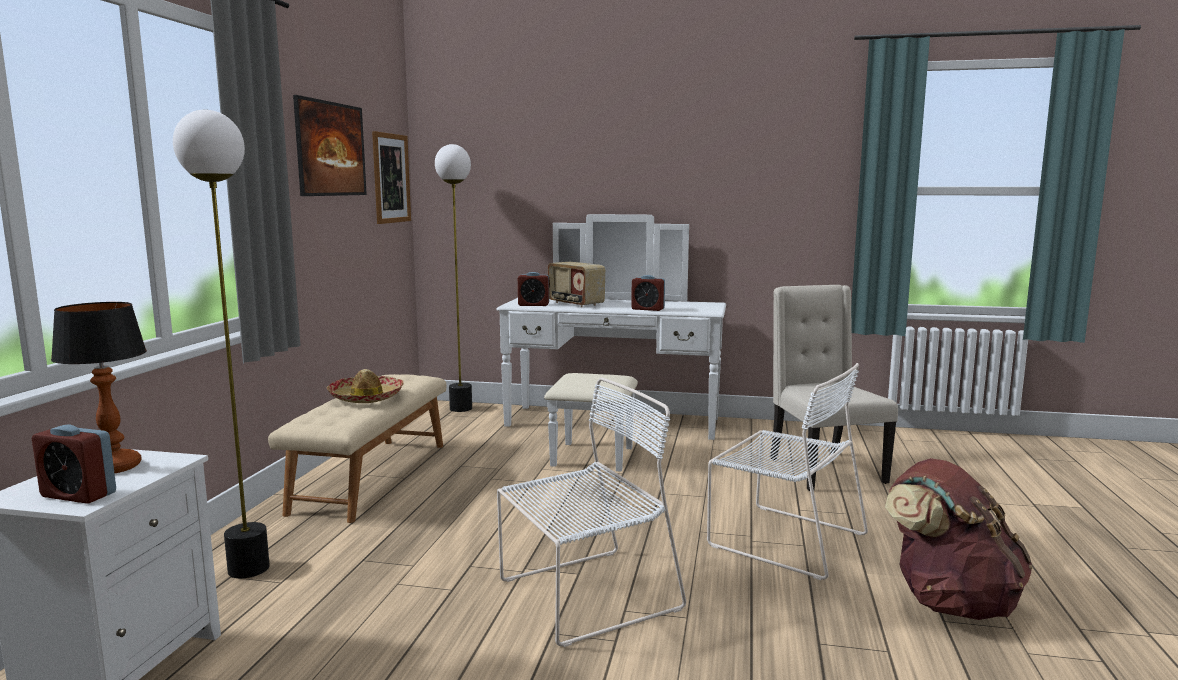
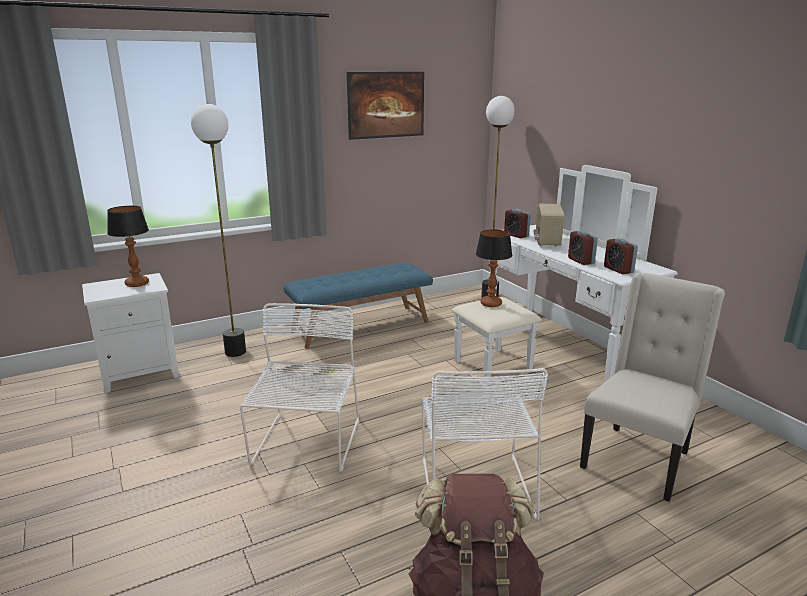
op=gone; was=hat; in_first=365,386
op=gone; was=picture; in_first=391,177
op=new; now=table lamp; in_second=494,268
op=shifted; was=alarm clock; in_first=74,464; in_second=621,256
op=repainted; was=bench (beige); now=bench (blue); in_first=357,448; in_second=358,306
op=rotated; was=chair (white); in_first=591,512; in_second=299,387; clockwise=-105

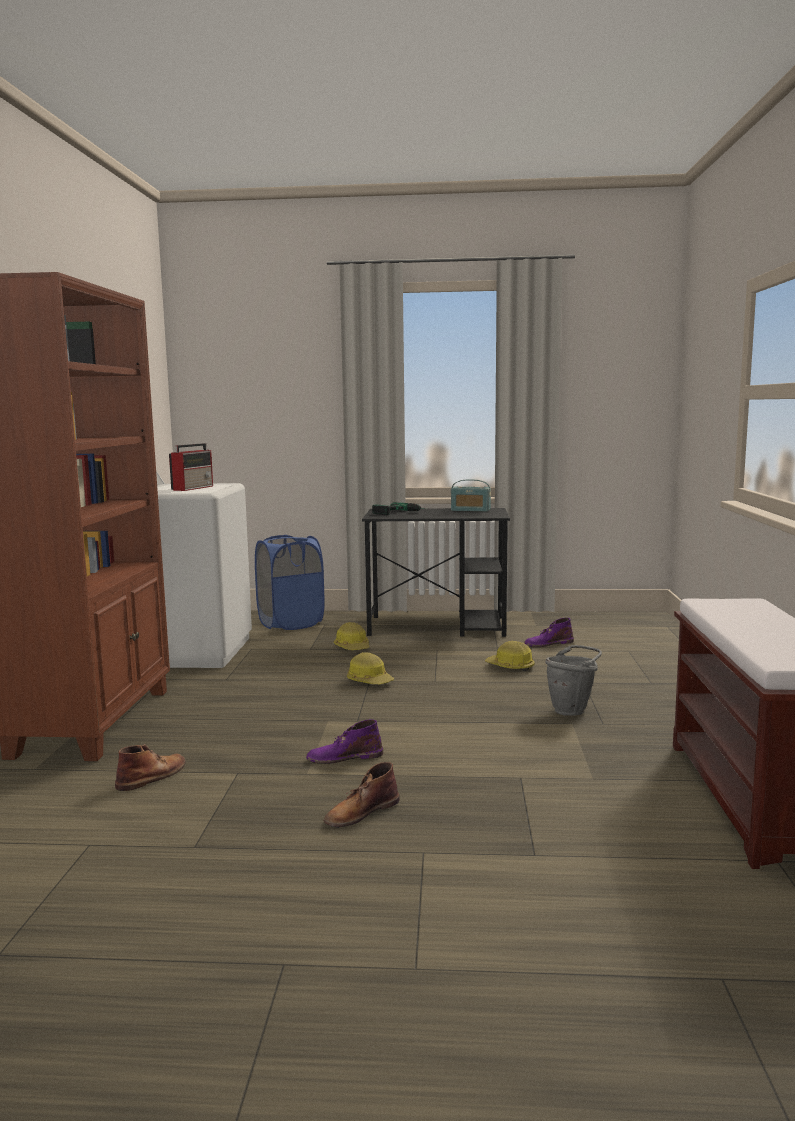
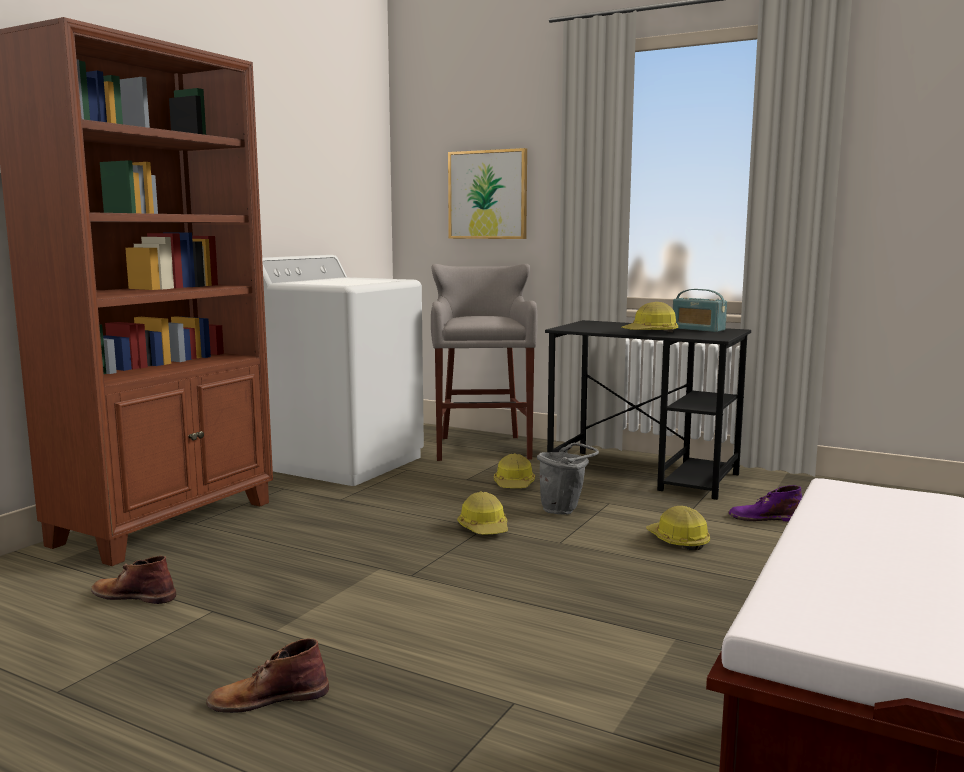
op=gone; was=radio; in_first=191,467
op=gone; was=boot (purple); in_first=344,741
op=gone; was=power drill; in_first=399,508
op=new; now=picture; in_second=487,193
op=new; now=hard hat; in_second=650,317
op=shifted; was=bucket (grey); in_first=574,680; in_second=568,478
op=swapped; was=laundry basket (blue); now=stool (grey); in_first=290,582; in_second=484,362
op=rotated; was=boot (brown); in_first=150,767; in_second=133,580; clockwise=-135

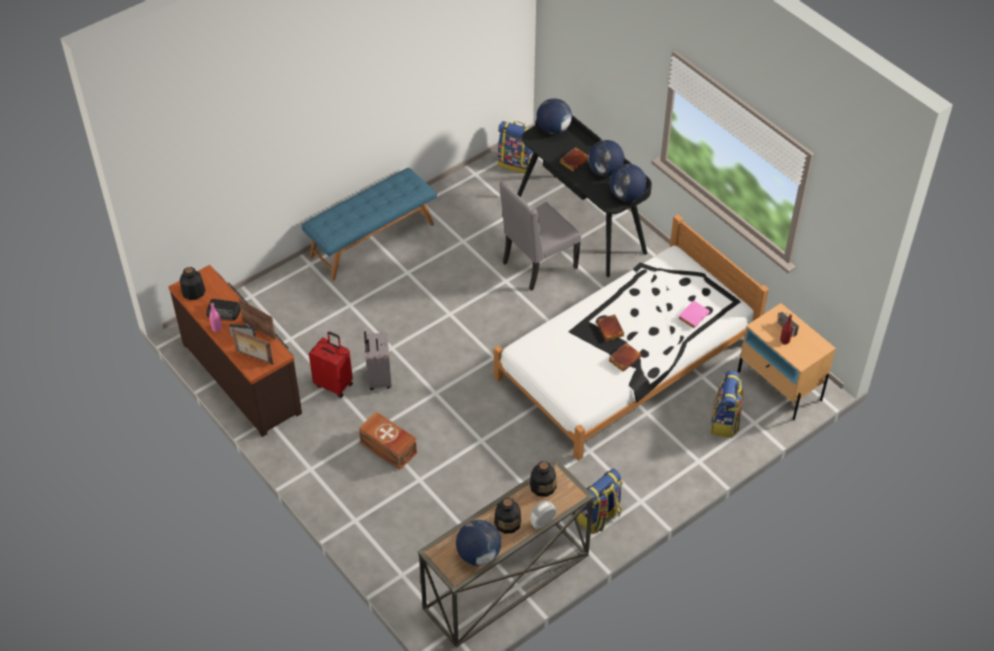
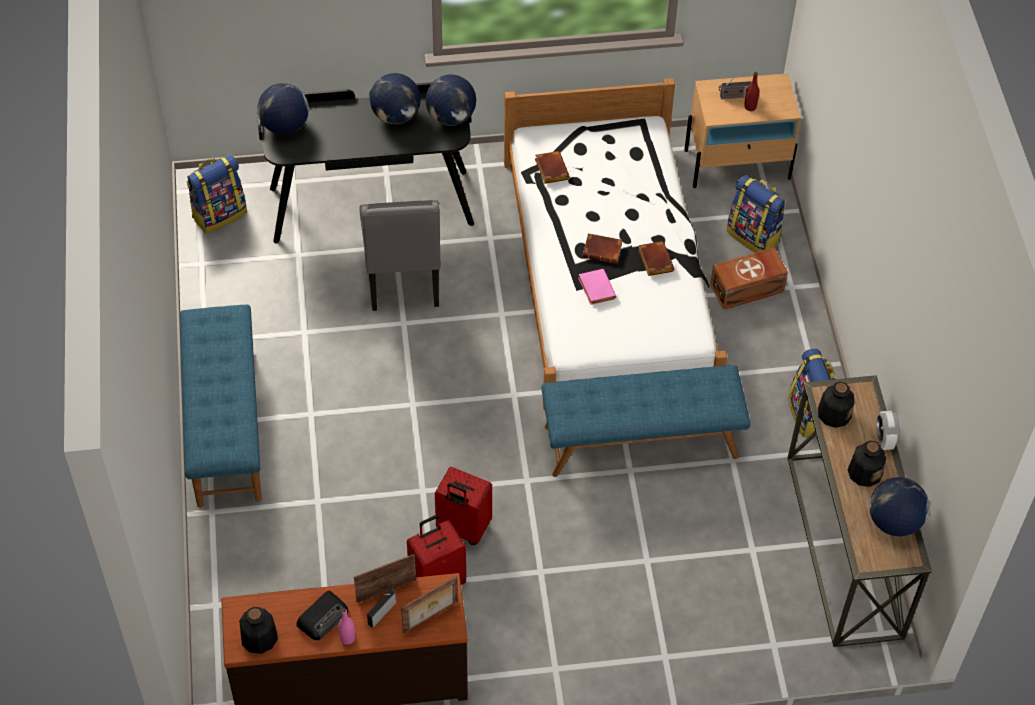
op=new; now=bench (blue); in_second=645,421
op=shifted; was=storage box (brown); in_first=388,441; in_second=749,278
op=shifted; was=book (brown); in_first=573,160; in_second=552,167
op=shifted; was=book (pink); in_first=694,314; in_second=597,287
op=repainted; was=suitcase (grey); now=suitcase (red); in_first=378,360; in_second=463,506

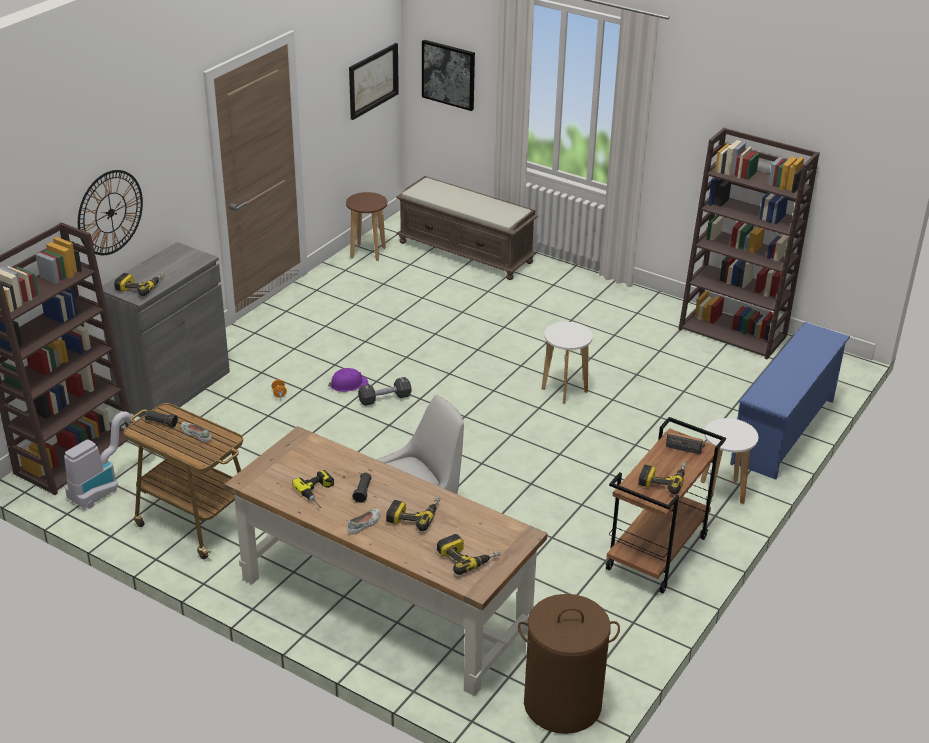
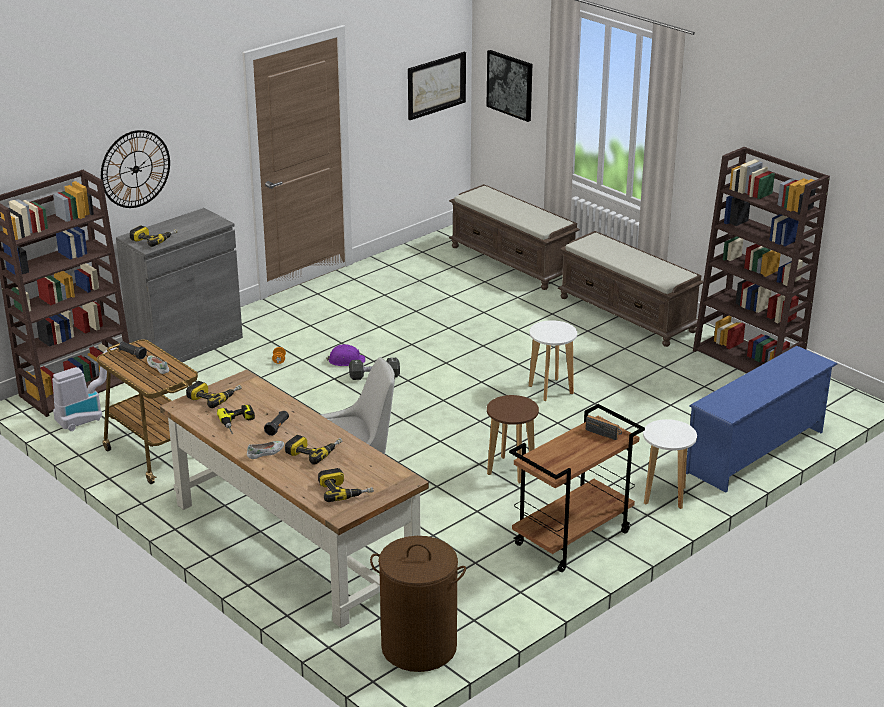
op=new; now=bench (brown); in_second=630,289
op=shifted; was=stool (brown); in_first=366,226; in_second=513,439
op=shifted; was=power drill; in_first=662,478; in_second=214,394

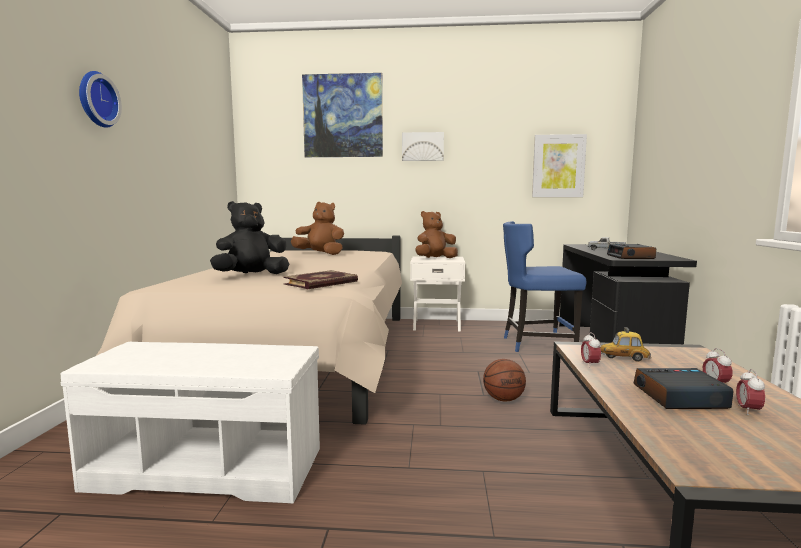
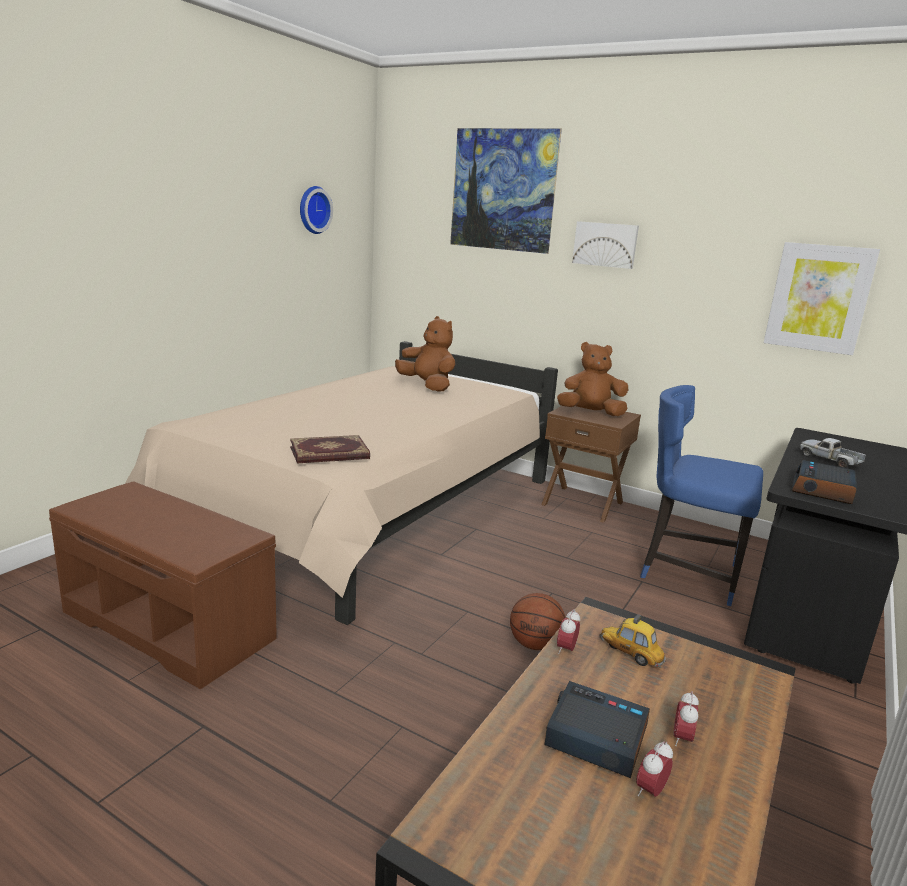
op=gone; was=plush toy (black); in_first=249,237
op=shifted; was=wall clock; in_first=100,99; in_second=316,210
op=repainted; was=bench (white); now=bench (brown); in_first=190,423; in_second=163,585
op=repainted; was=nightstand (white); now=nightstand (brown); in_first=437,294; in_second=591,464

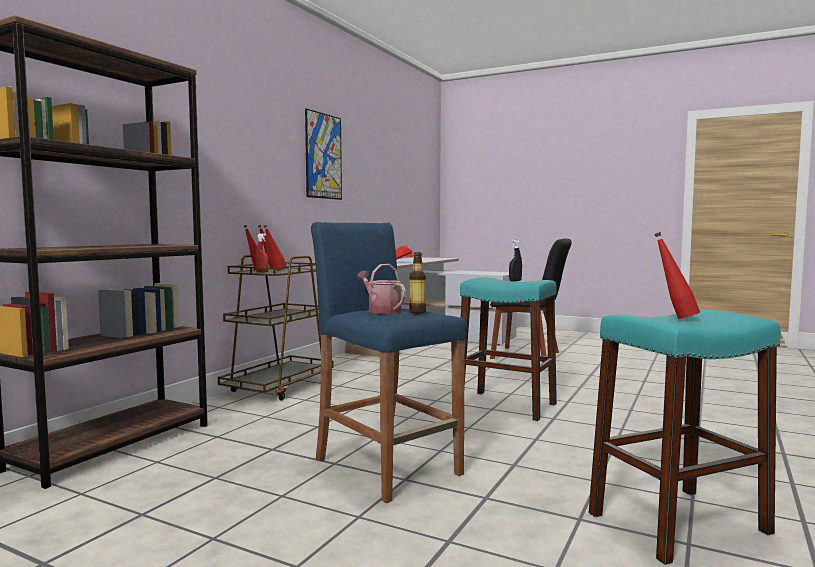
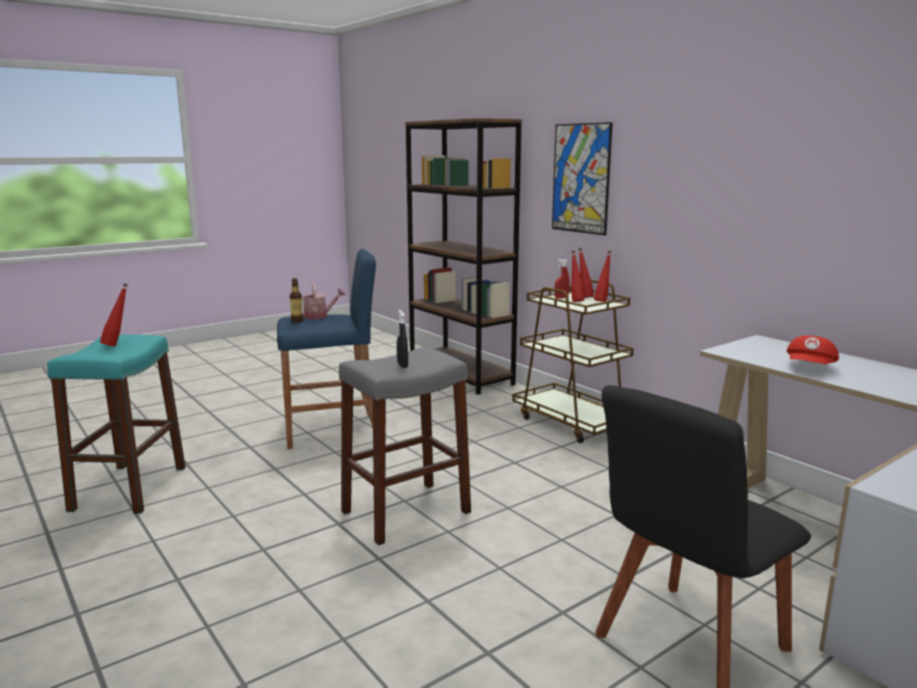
op=shifted; was=picture; in_first=323,154; in_second=582,178
op=repainted; was=stool (turquoise); now=stool (grey); in_first=508,349; in_second=405,446

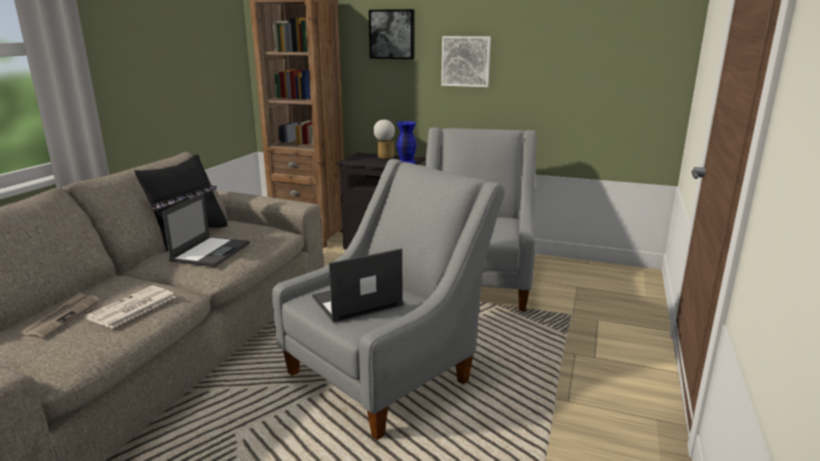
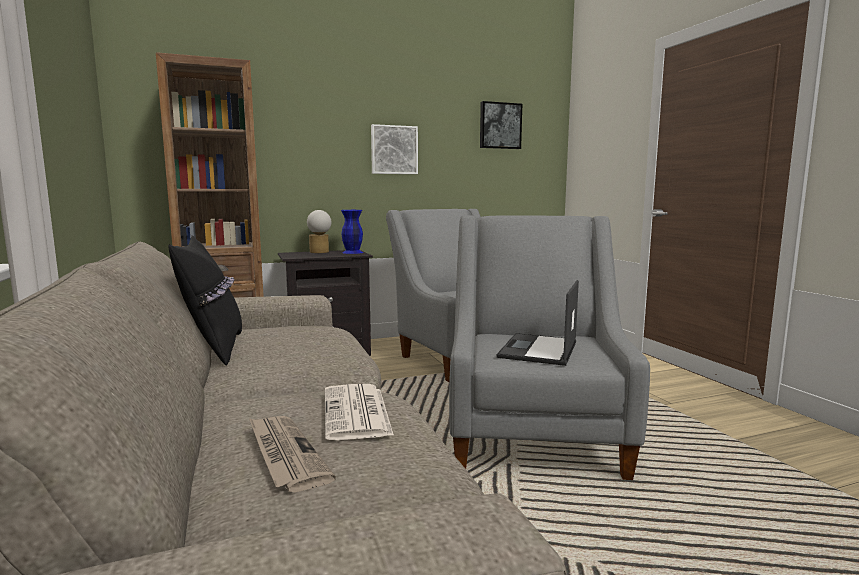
op=gone; was=laptop; in_first=206,230
op=shifted; was=picture; in_first=392,34; in_second=501,125

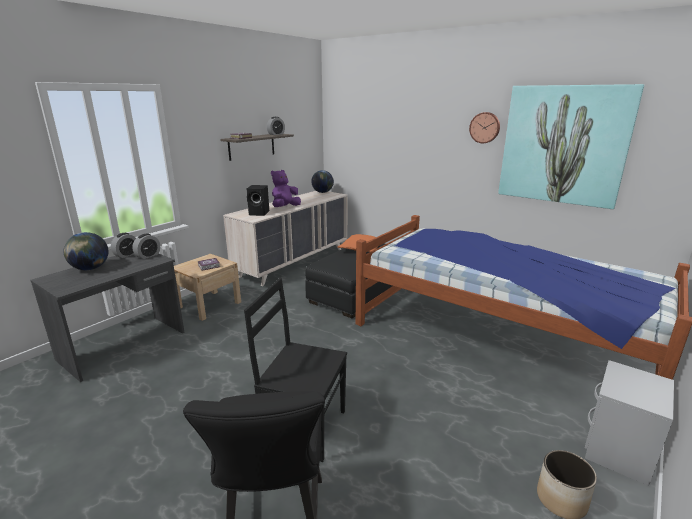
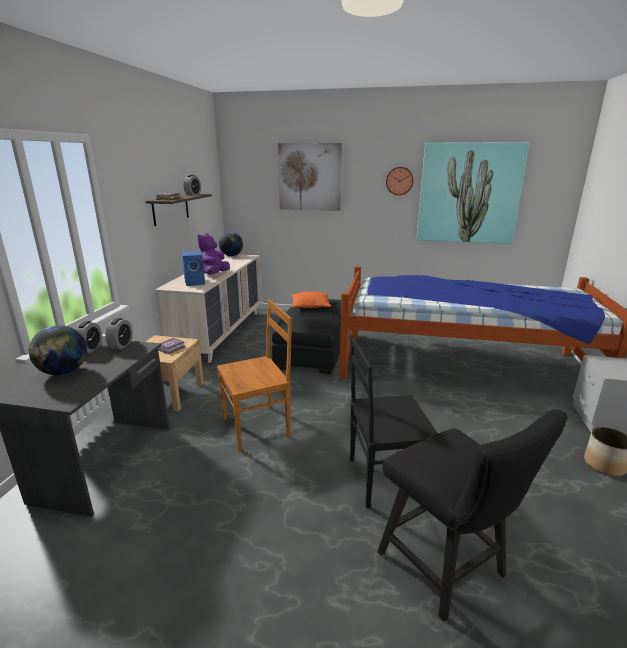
op=new; now=chair (brown); in_second=254,375
op=new; now=picture; in_second=310,177
op=repainted; was=speaker (black); now=speaker (blue); in_first=258,200; in_second=193,268

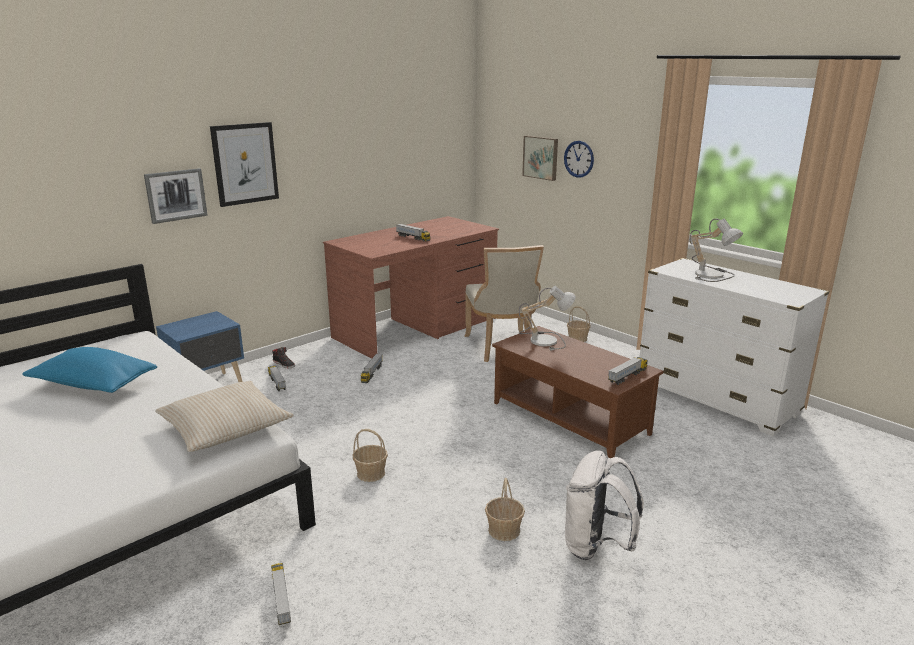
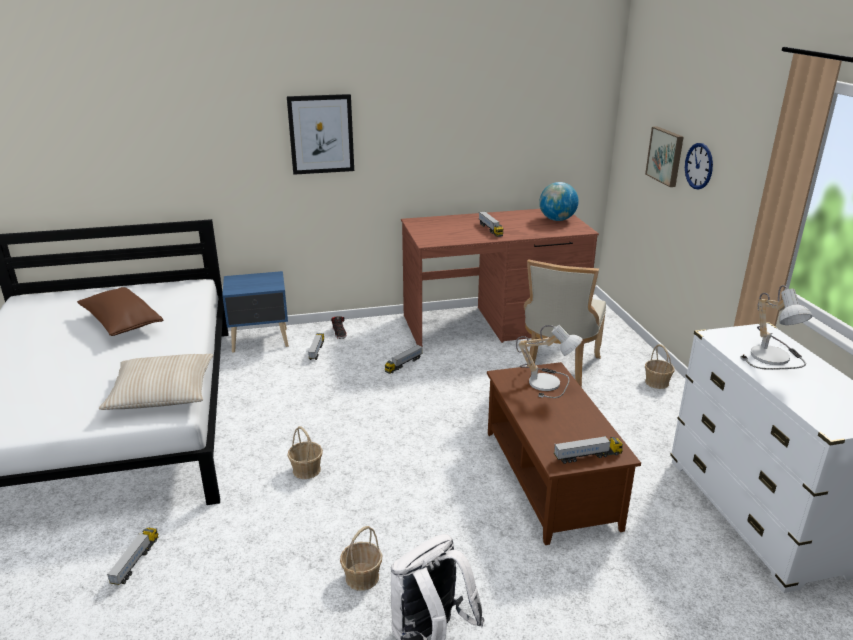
op=gone; was=picture; in_first=176,196
op=new; now=globe; in_second=559,201
op=repainted; was=pillow (blue); now=pillow (brown); in_first=89,370; in_second=120,311

